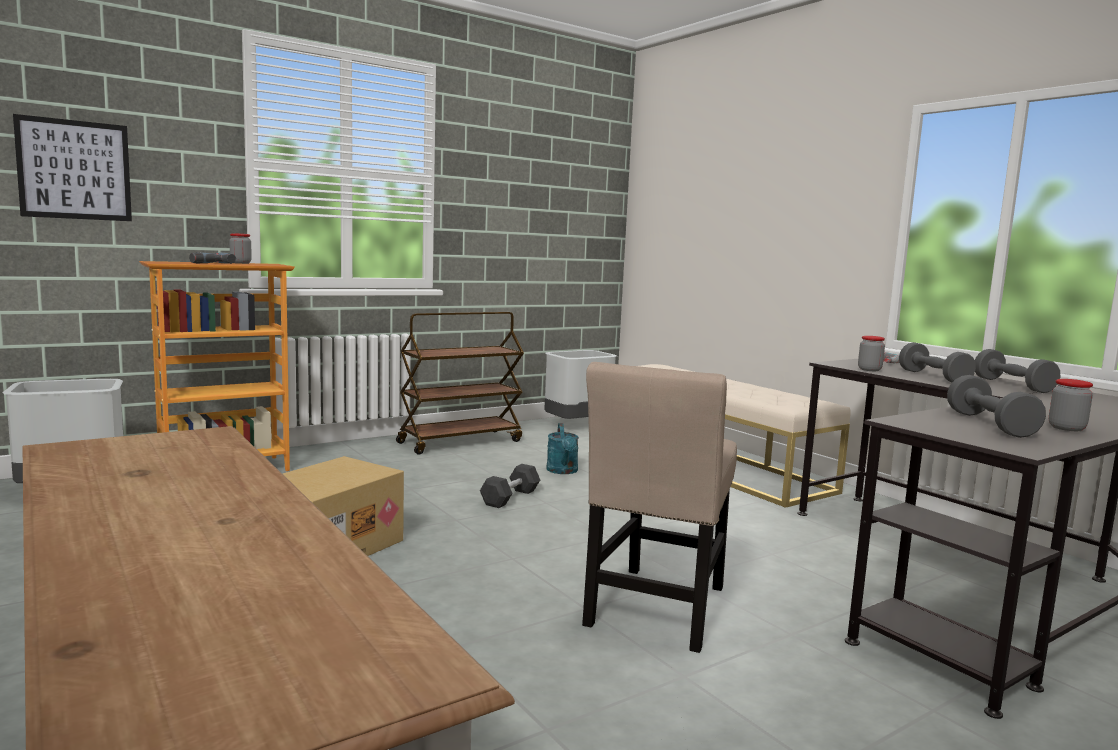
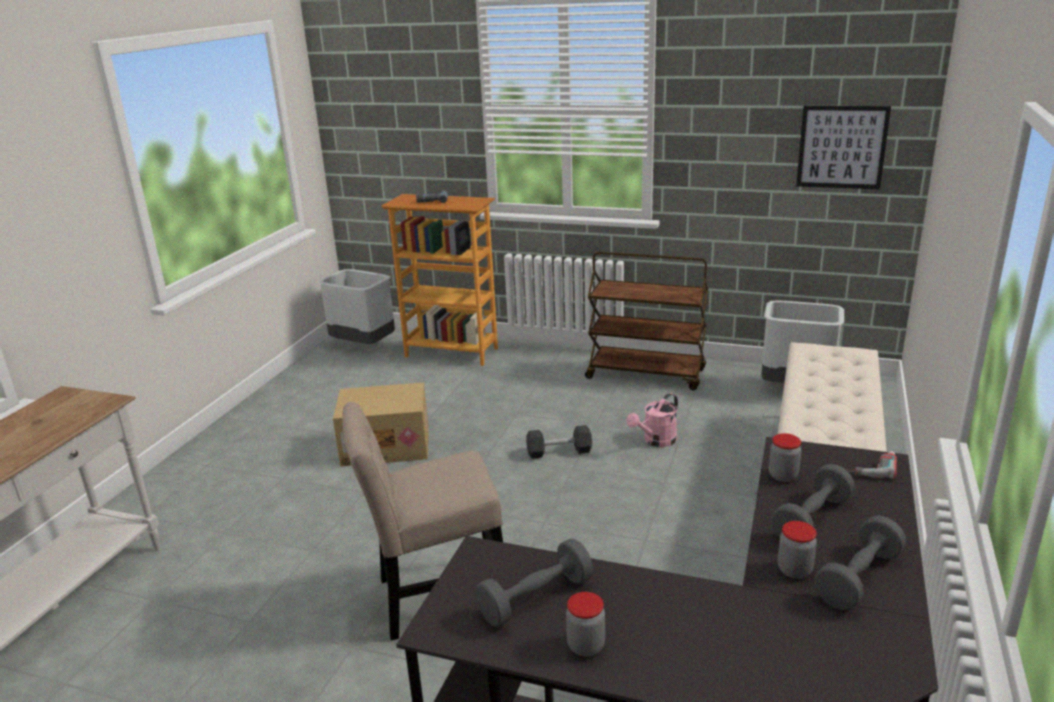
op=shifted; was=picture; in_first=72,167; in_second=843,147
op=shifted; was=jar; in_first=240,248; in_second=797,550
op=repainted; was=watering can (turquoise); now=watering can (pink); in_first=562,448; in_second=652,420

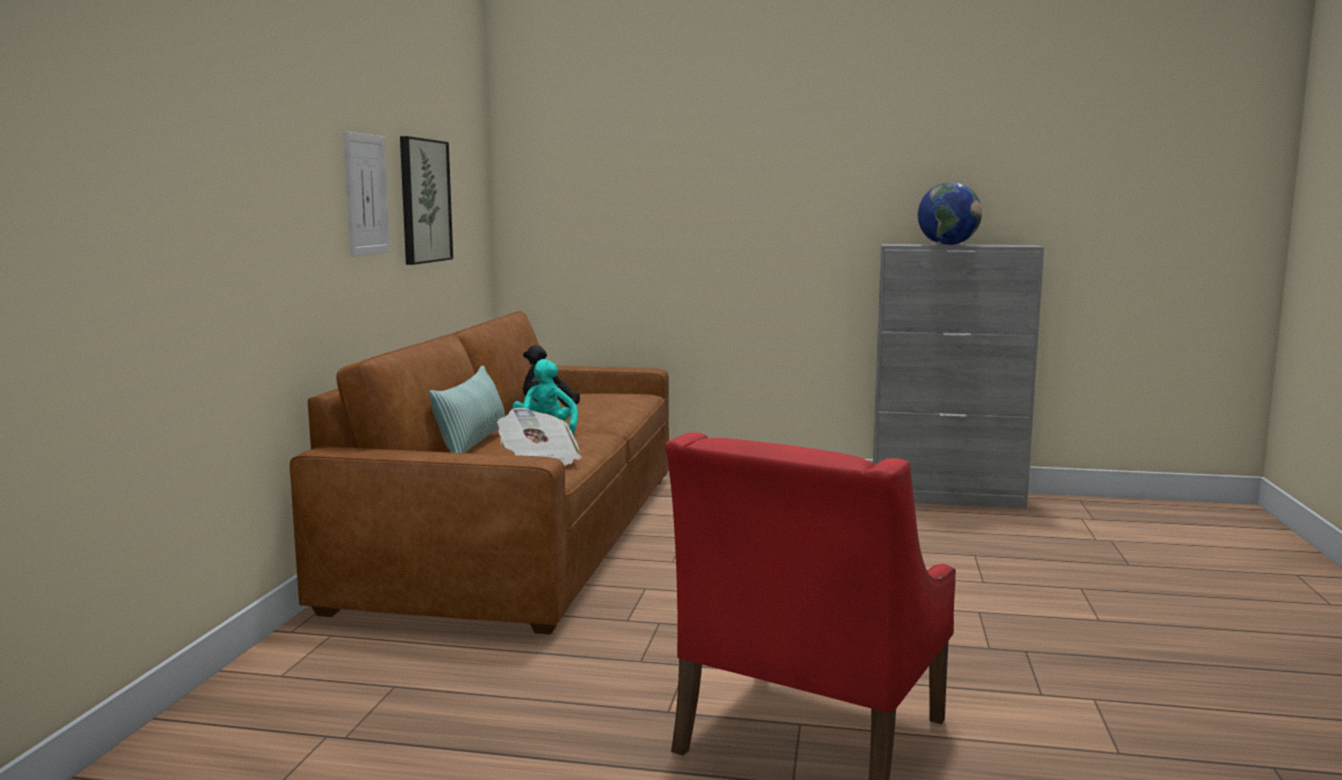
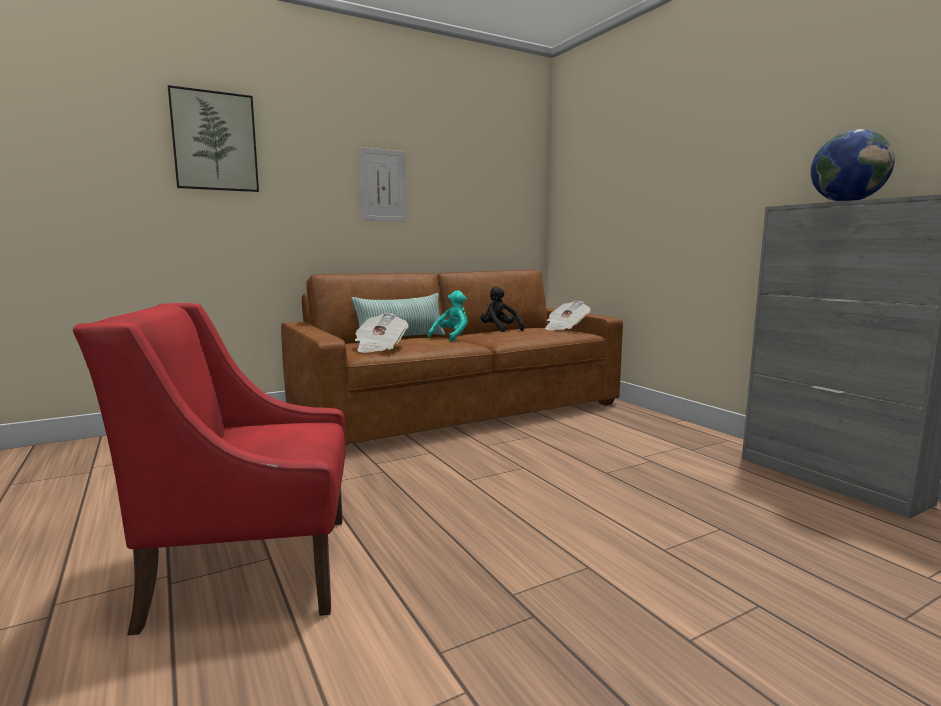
op=new; now=newspaper; in_second=568,315
op=shifted; was=picture; in_first=426,200; in_second=213,138

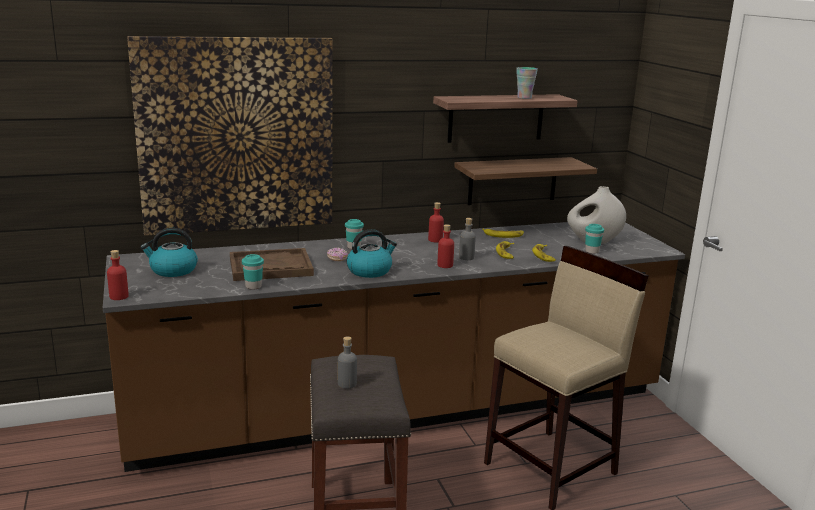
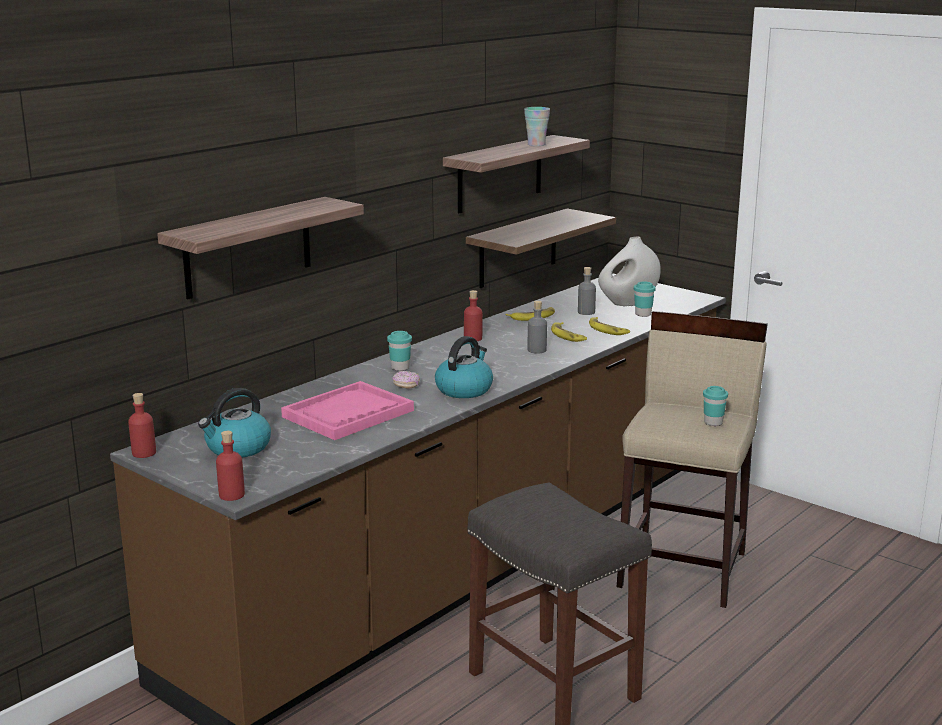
op=shifted; was=cup (turquoise); in_first=253,272; in_second=715,406
op=shifted; was=bottle (grey); in_first=347,362; in_second=587,291
op=shifted; was=bottle (red); in_first=446,246; in_second=142,425
op=swapped; was=picture; now=shelf; in_first=230,136; in_second=260,248
op=repainted; was=tray (brown); now=tray (pink); in_first=272,264; in_second=347,410

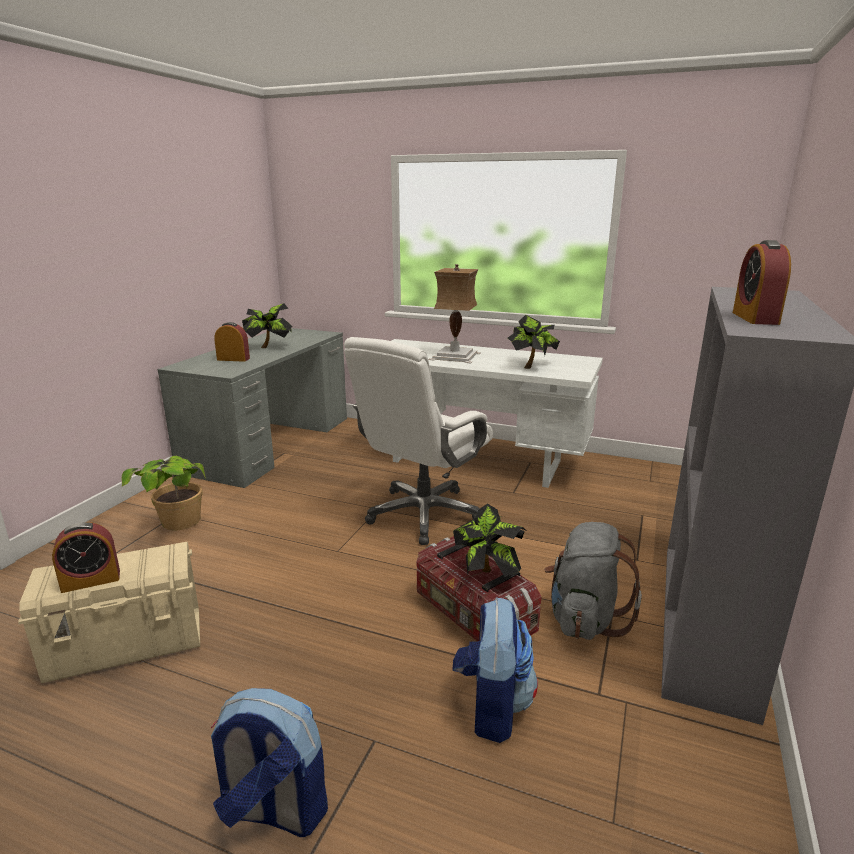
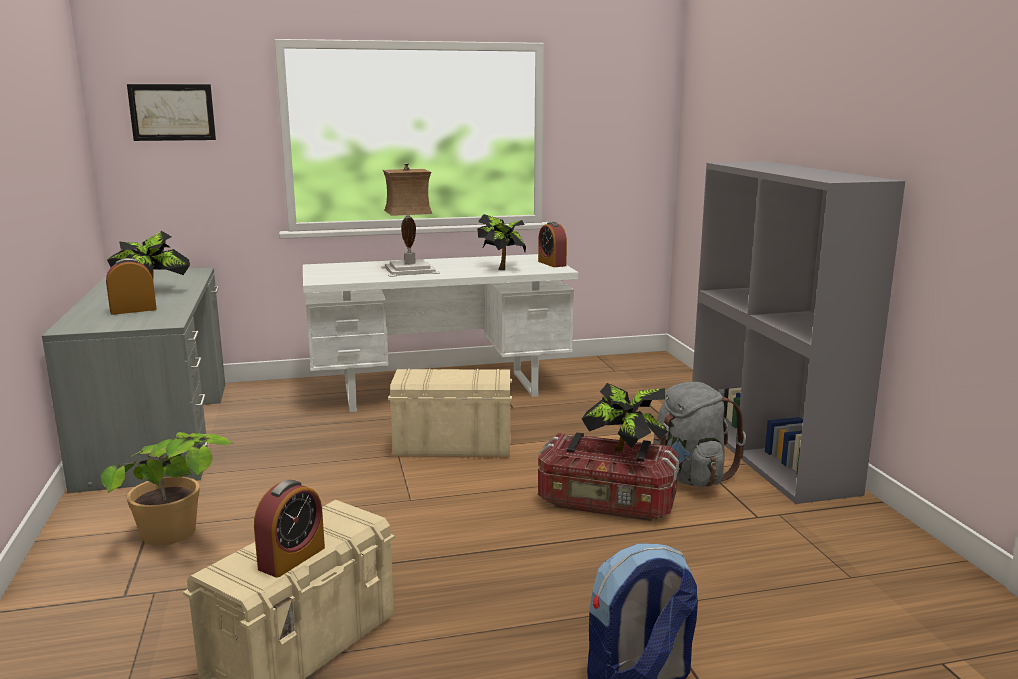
op=gone; was=backpack; in_first=495,670
op=new; now=picture; in_second=171,112
op=shifted; was=alarm clock; in_first=762,282; in_second=552,244
op=swapped; was=office chair (white); now=storage box (beige); in_first=418,441; in_second=450,413

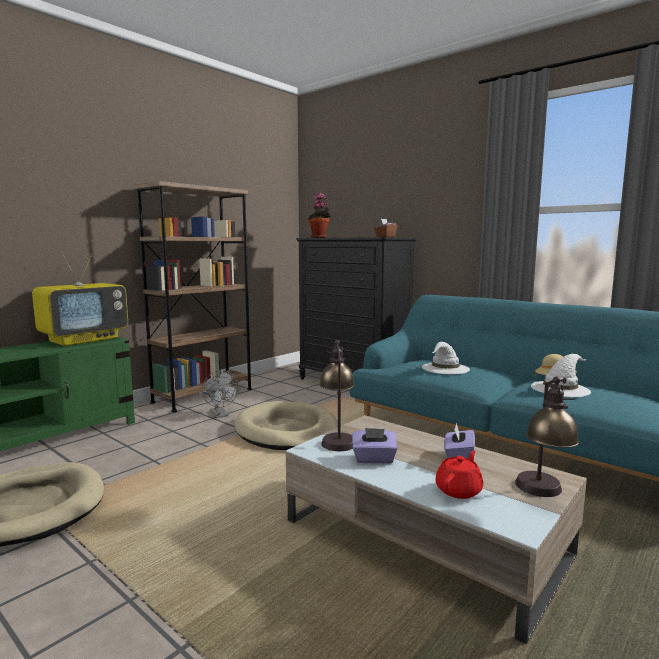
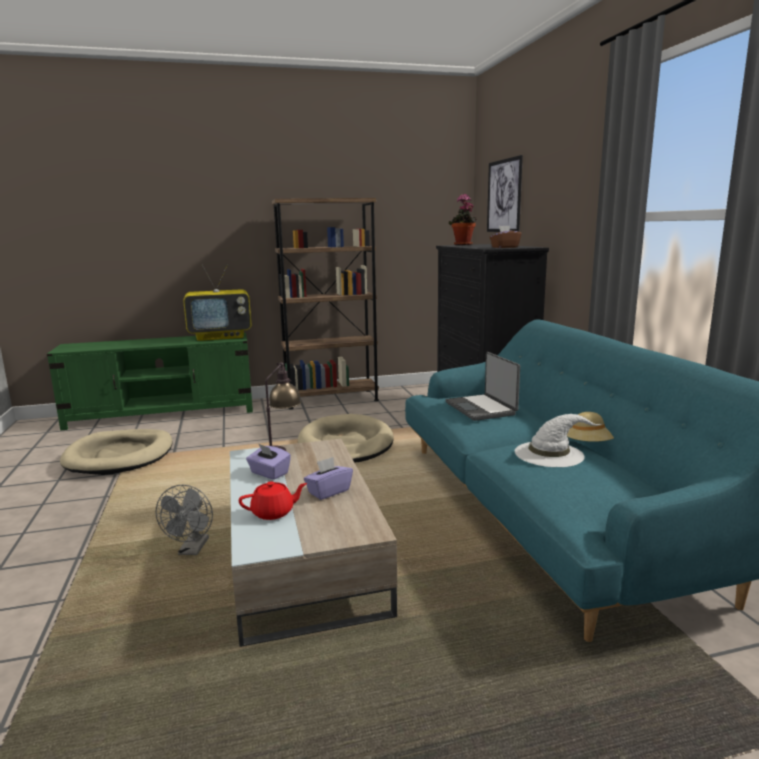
op=gone; was=table lamp; in_first=547,436
op=new; now=picture; in_second=505,193
op=shifted; was=fan (grey); in_first=220,394; in_second=184,520
op=swapped; was=hat (white); now=laptop; in_first=446,358; in_second=482,386

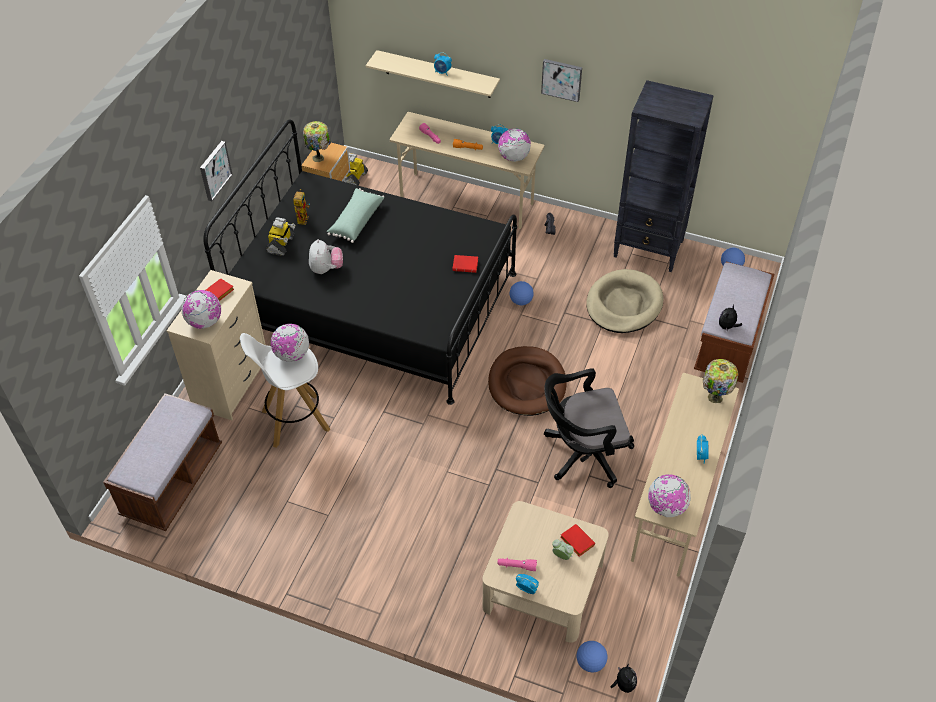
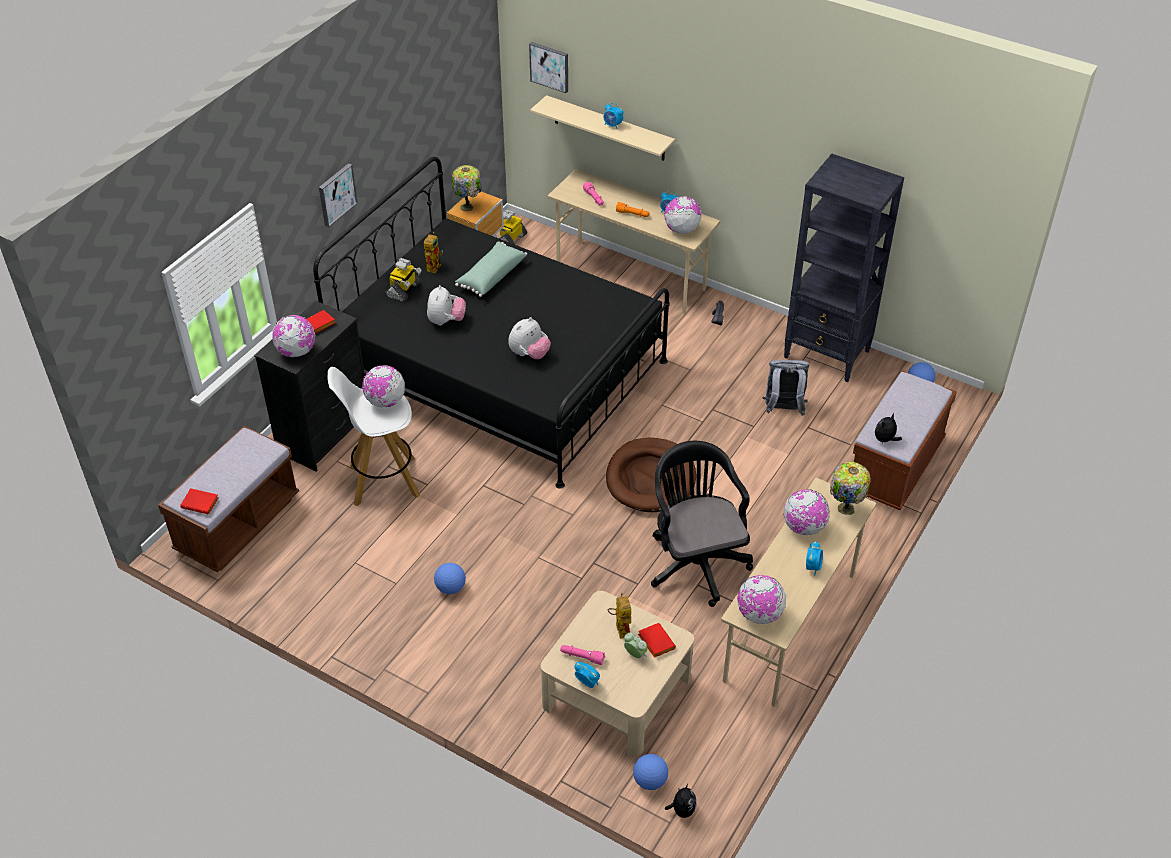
op=new; now=plush toy; in_second=529,338
op=new; now=toy robot; in_second=619,616
op=new; now=globe; in_second=806,512
op=shifted; was=book (red); in_first=465,264; in_second=199,501
op=shifted; was=football; in_first=522,293; in_second=450,578
op=shifted; was=picture; in_first=561,80; in_second=548,67
op=swapped; was=dog bed (beige); now=backpack (grey); in_first=625,301; in_second=785,388
op=repainted; was=dresser (beige); now=dresser (black); in_first=216,345; in_second=309,386
op=rotated; was=office chair (black); in_first=589,428; in_second=702,524; clockwise=75

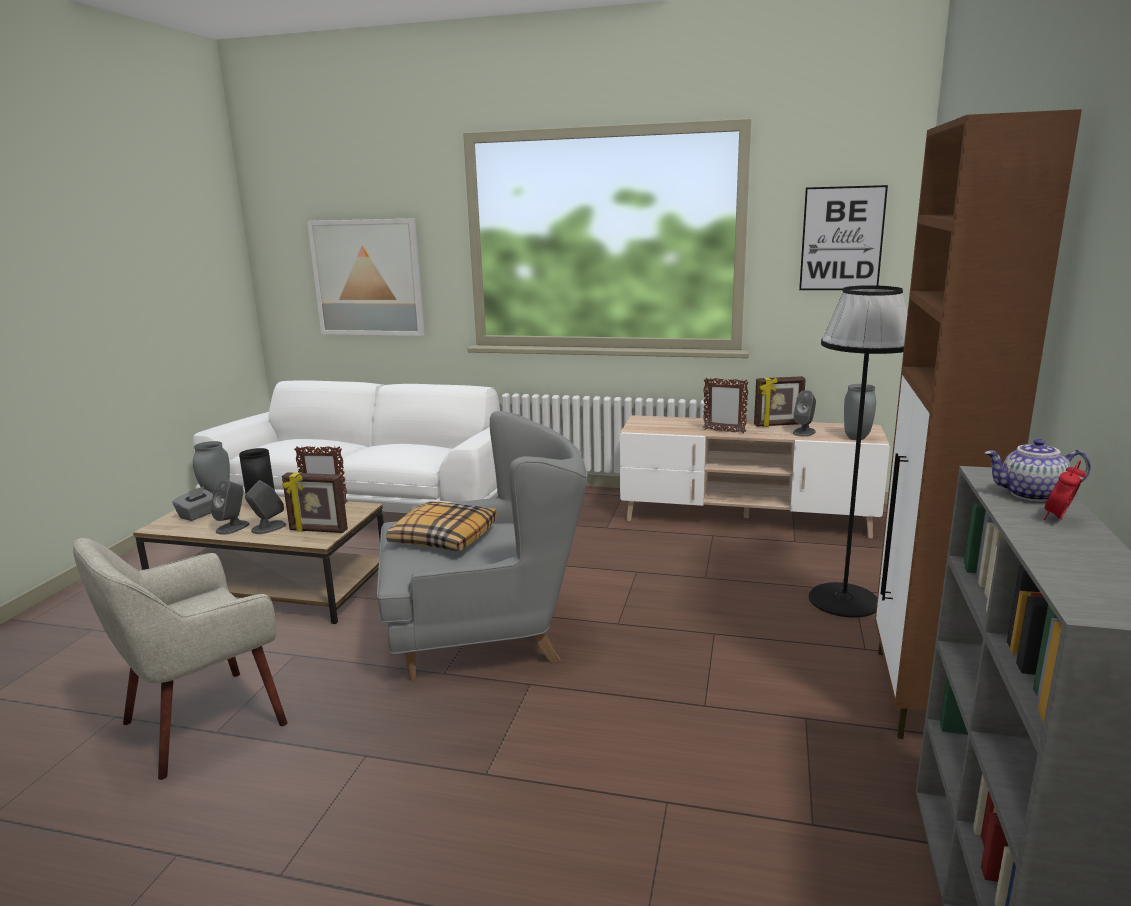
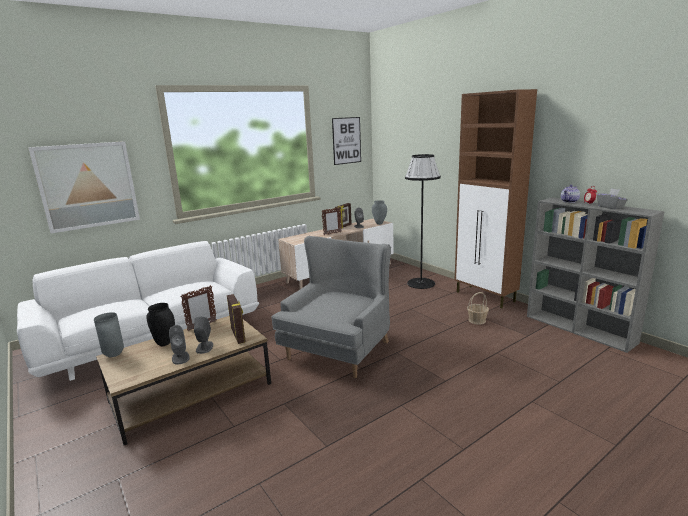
op=gone; was=armchair (beige); in_first=180,659
op=gone; was=pillow; in_first=441,526
op=new; now=basket; in_second=478,308
op=shifted; was=tissue box (grey); in_first=192,503; in_second=612,198
op=rotated; was=picture frame; in_first=315,502; in_second=236,319; clockwise=-75

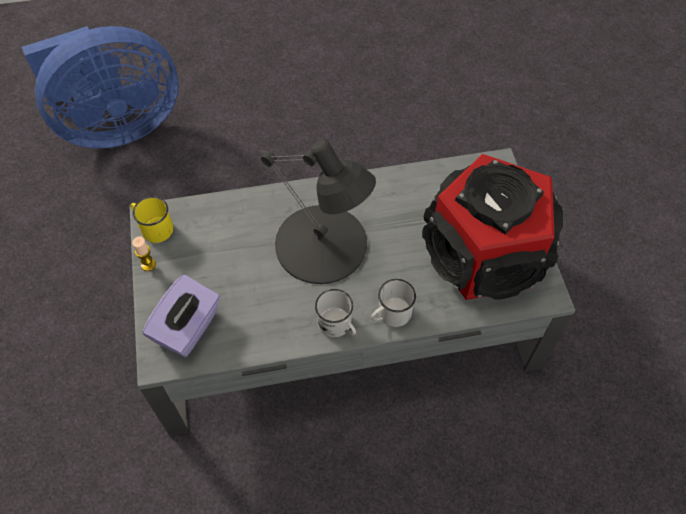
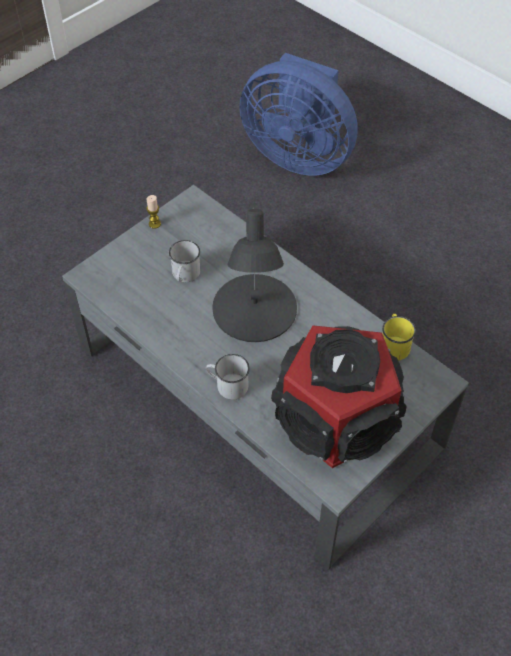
op=gone; was=tissue box (purple); in_first=181,315
op=shifted; was=mug (yellow); in_first=151,220; in_second=399,337
op=shifted; was=mug (white); in_first=335,313; in_second=184,261

